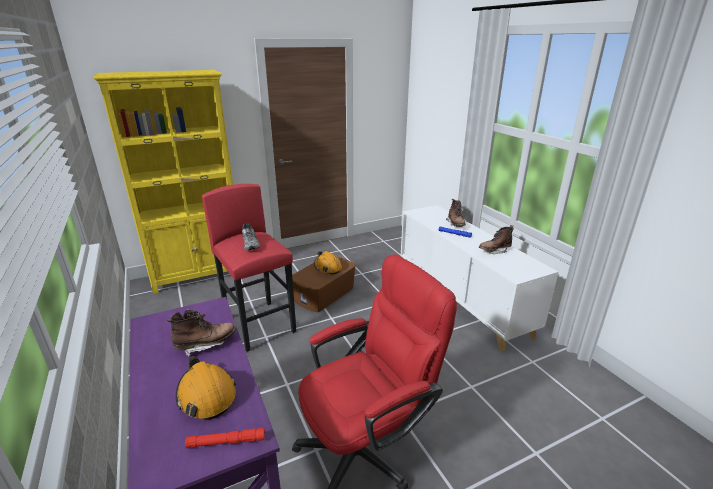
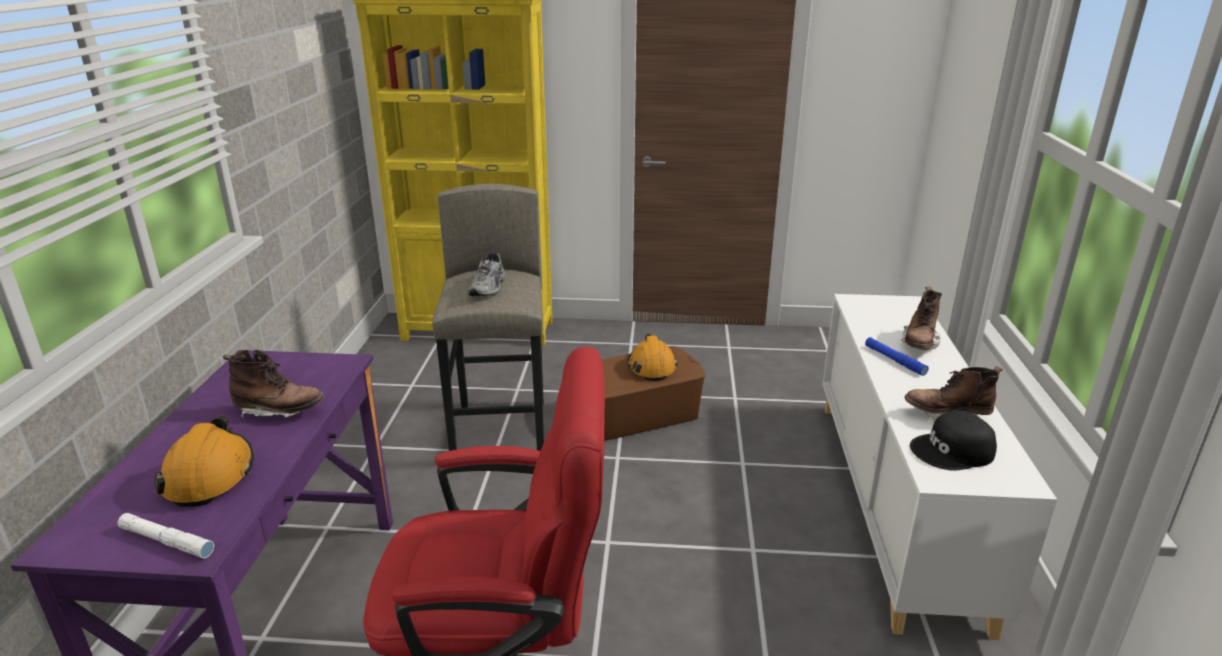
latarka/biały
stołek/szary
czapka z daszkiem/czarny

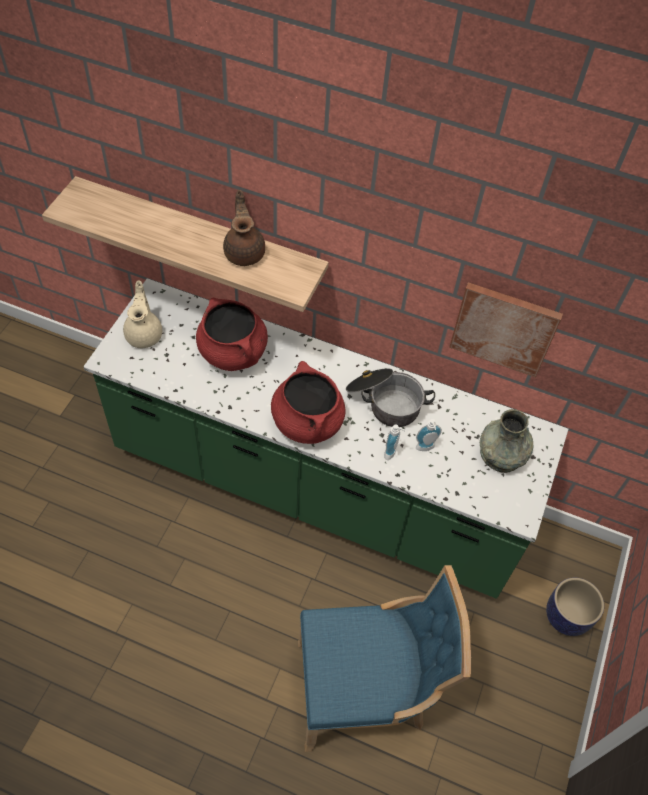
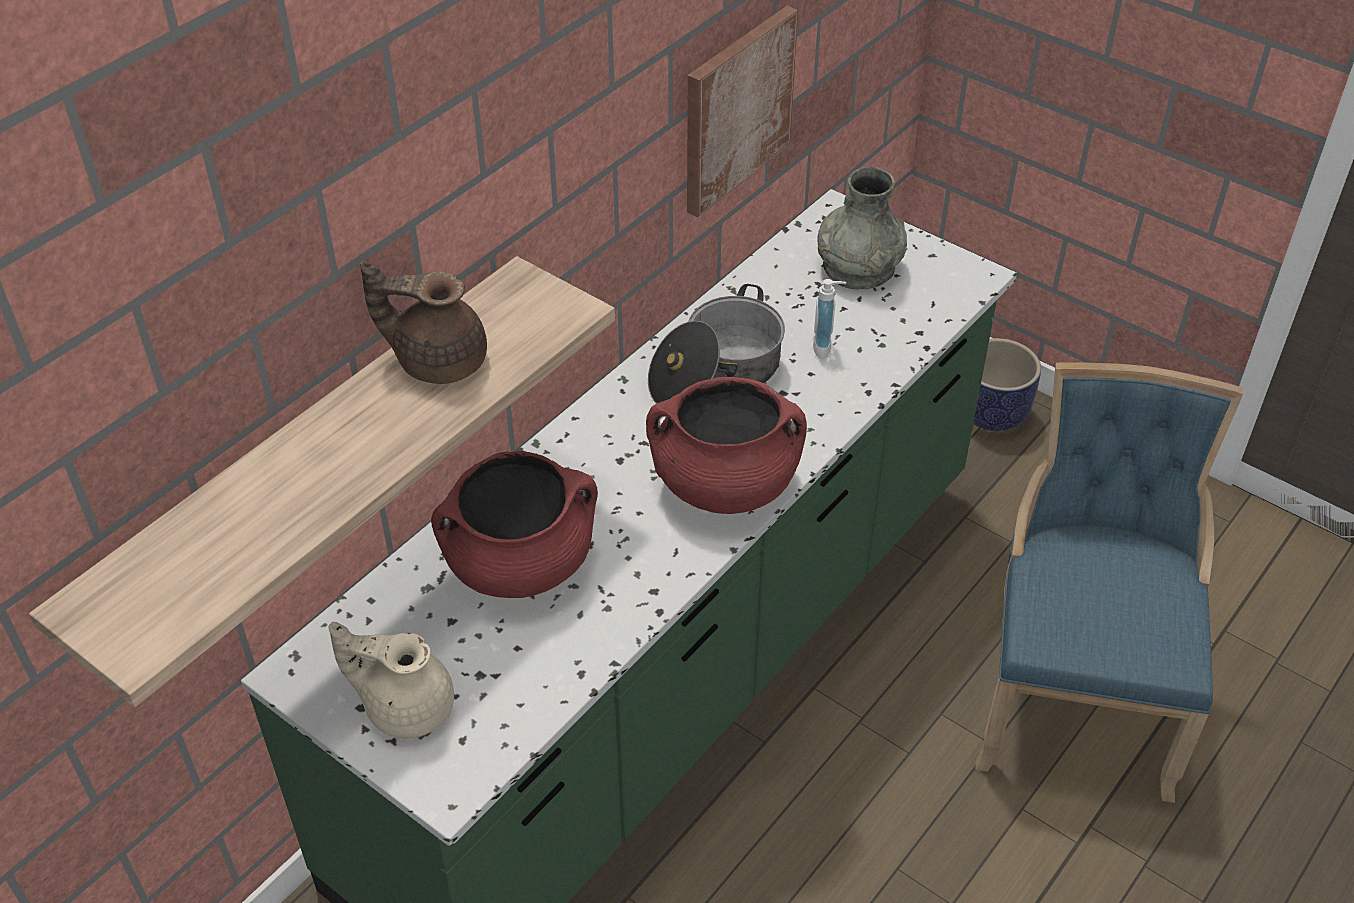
dozownik mydła (1st from left in the first image)

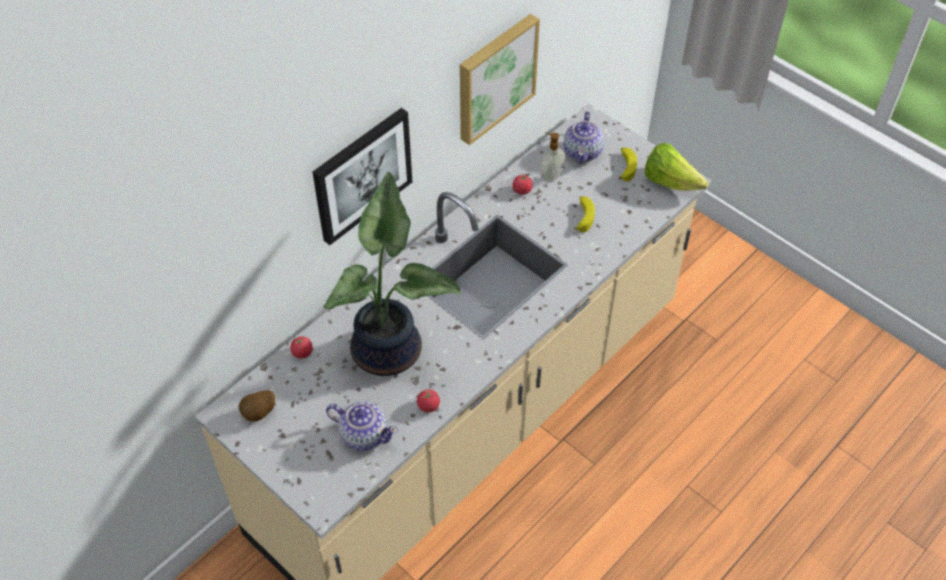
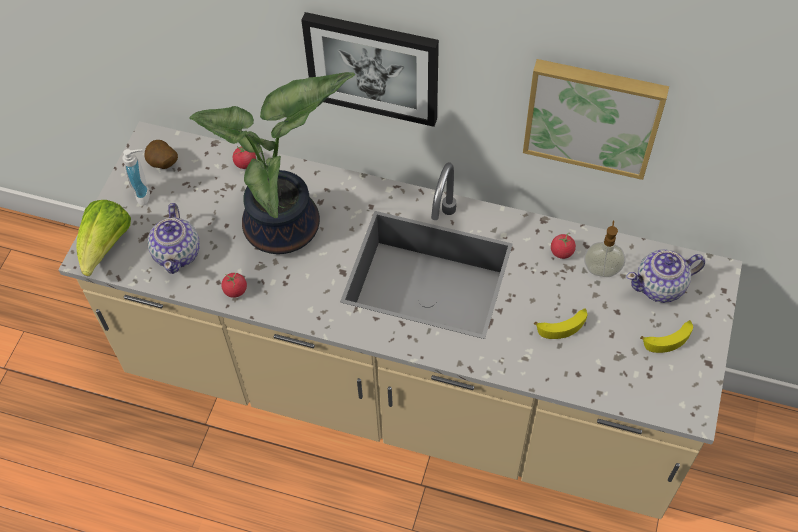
sałata
dozownik mydła (1st from left)

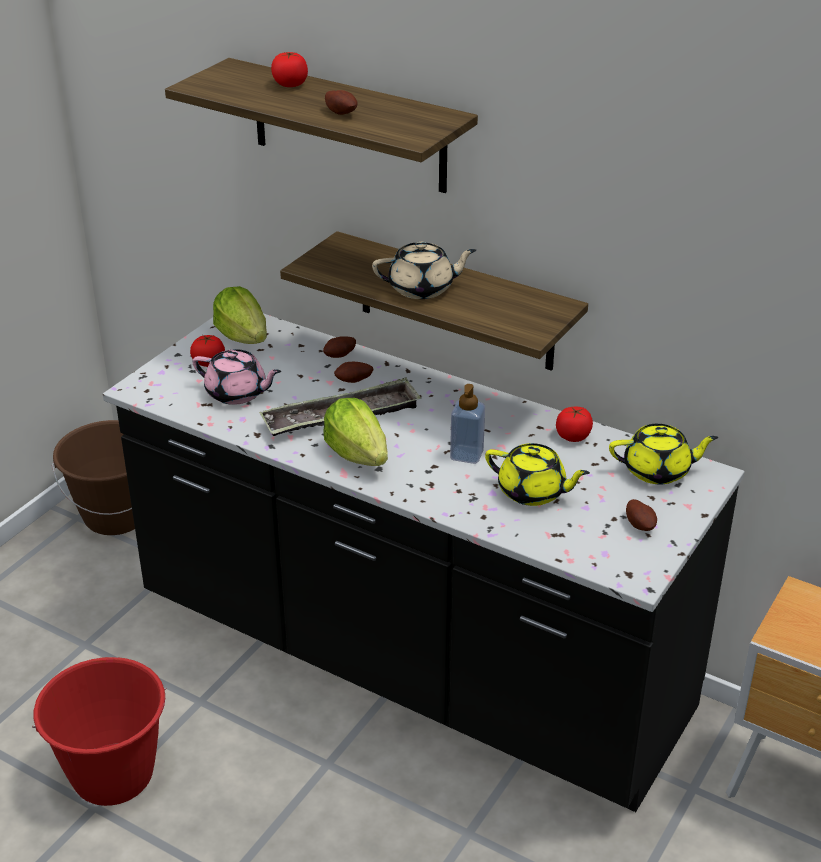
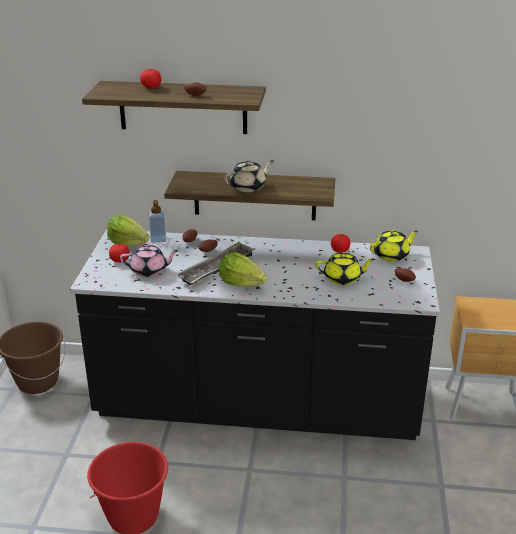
dozownik mydła

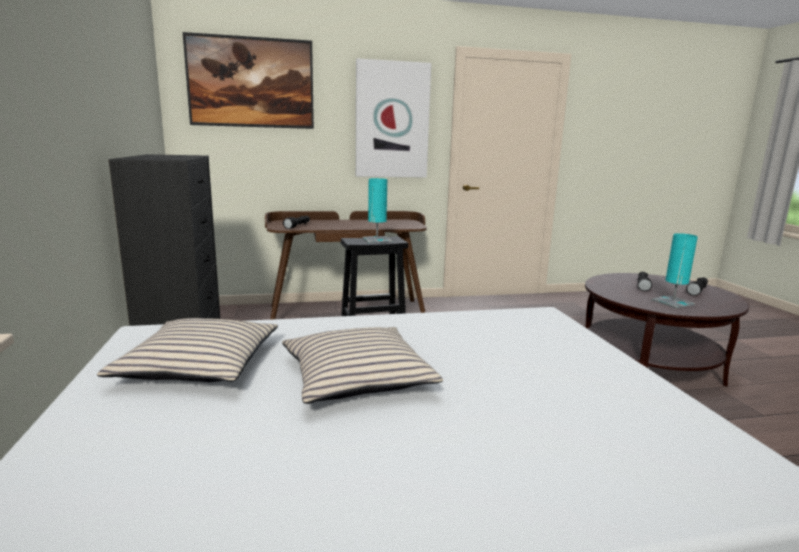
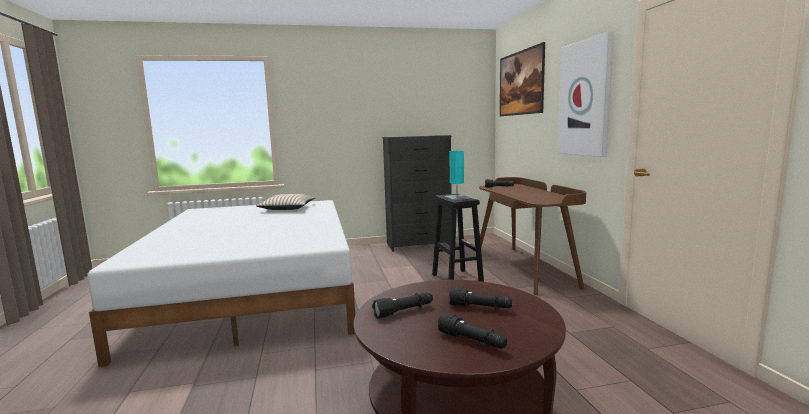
latarka/czarny (1st from left)
poduszka/beżowy (2nd from left in the first image)

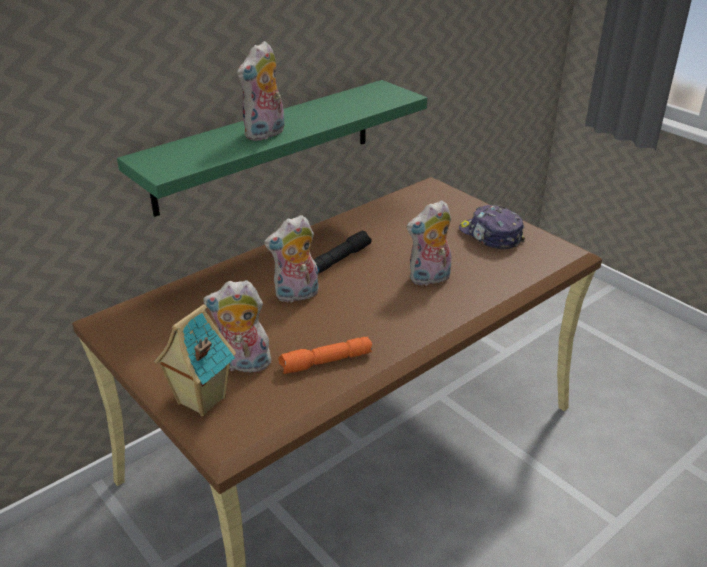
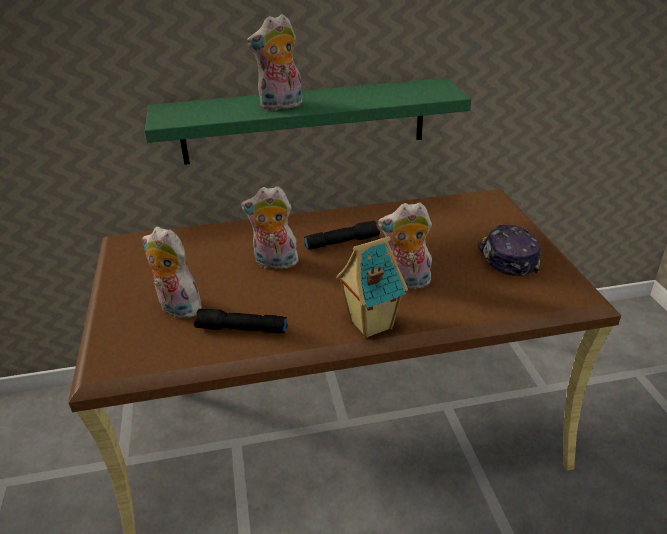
latarka/czarny (1st from left)
domek

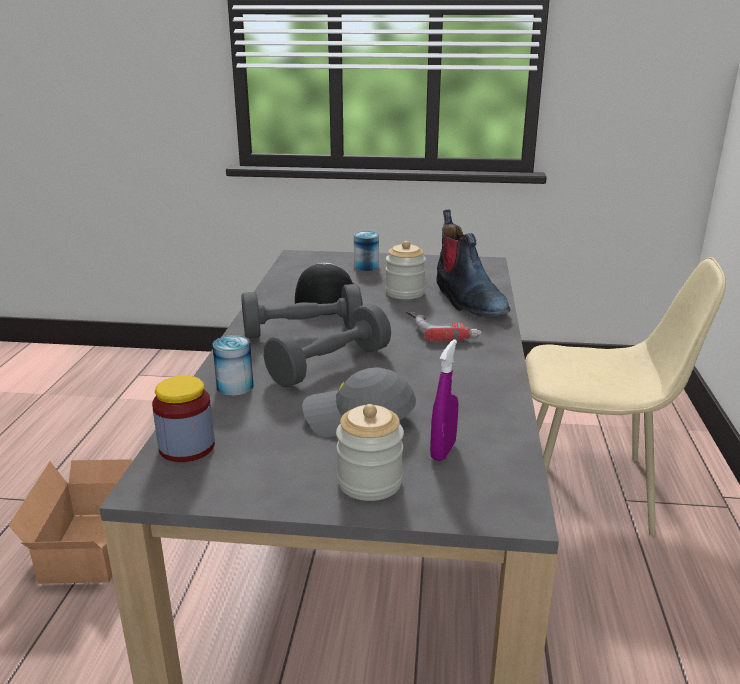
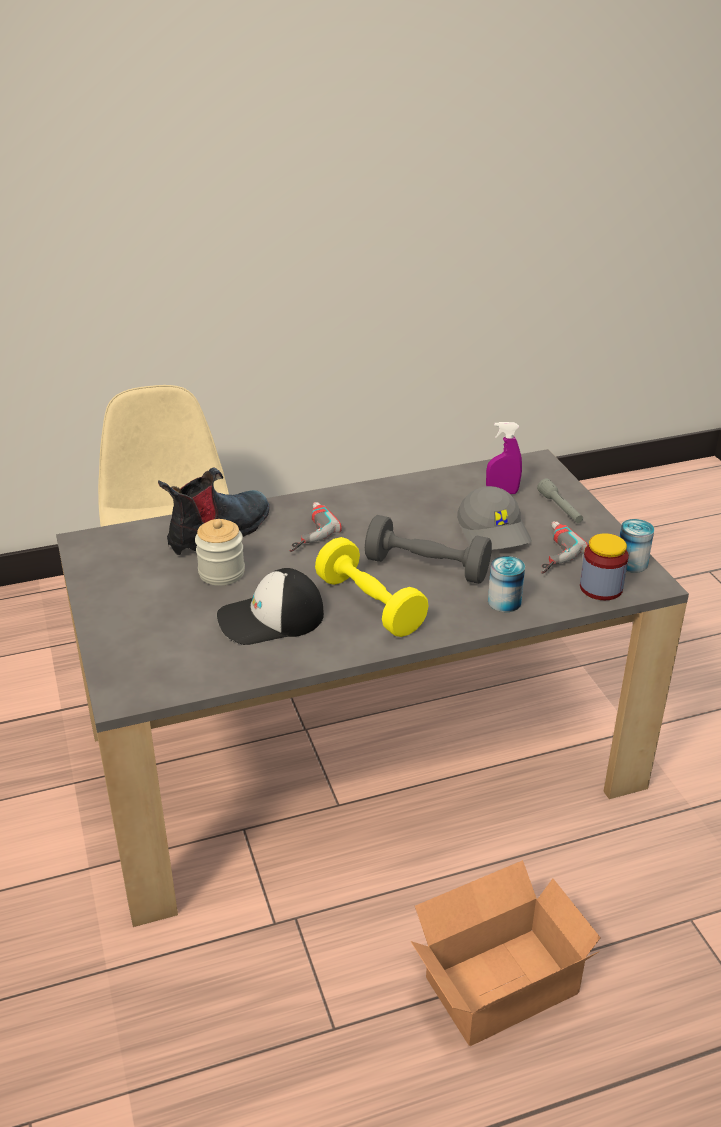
hantel/żółty
latarka/szary
wiertarka (2nd from left)
puszka (2nd from left)

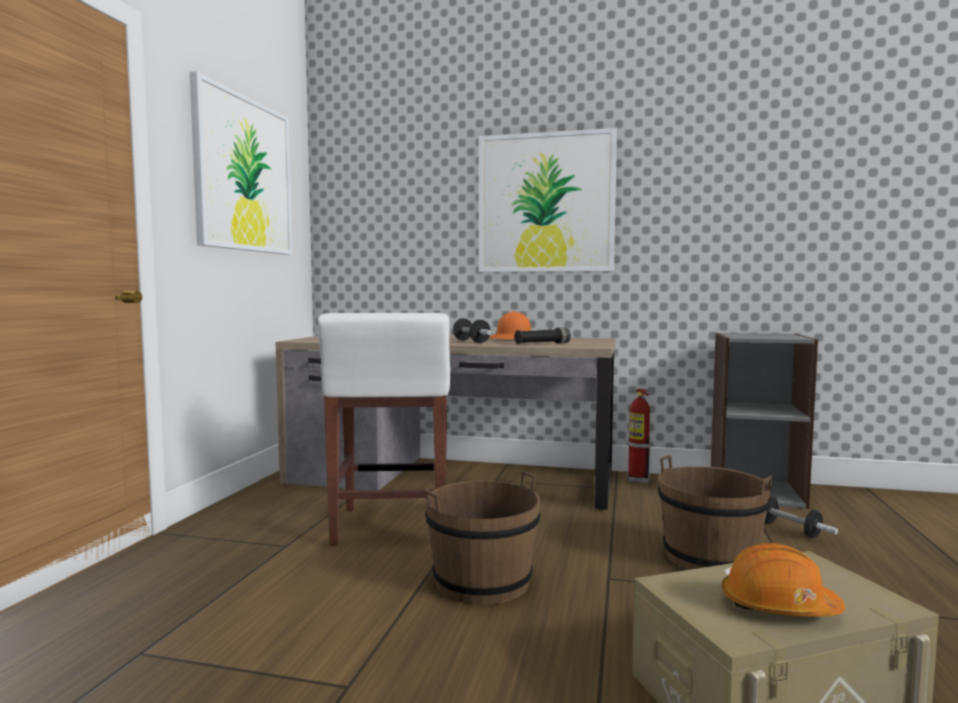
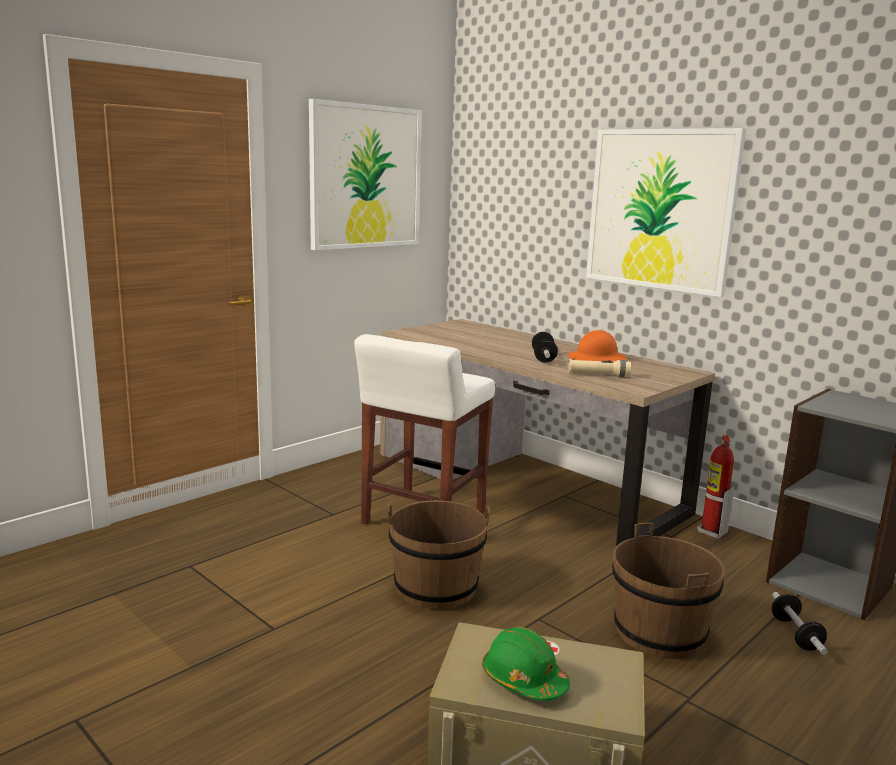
kask/zielony
latarka/beżowy

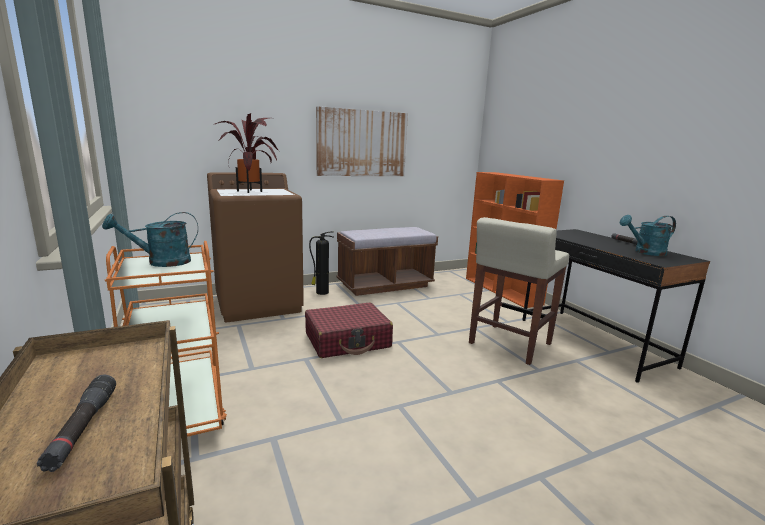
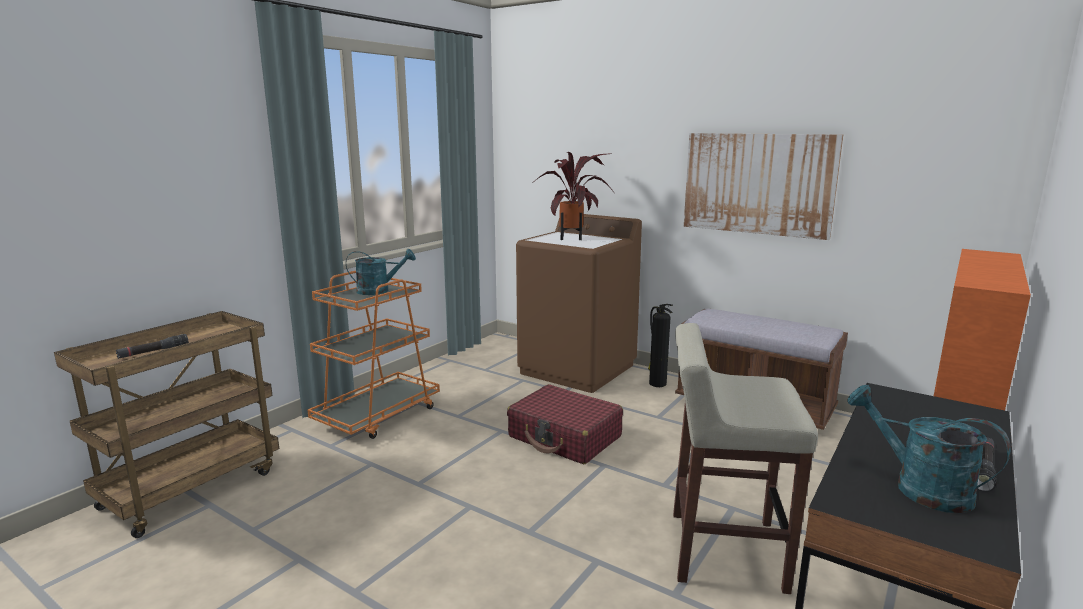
konewka/turkusowy (1st from left)

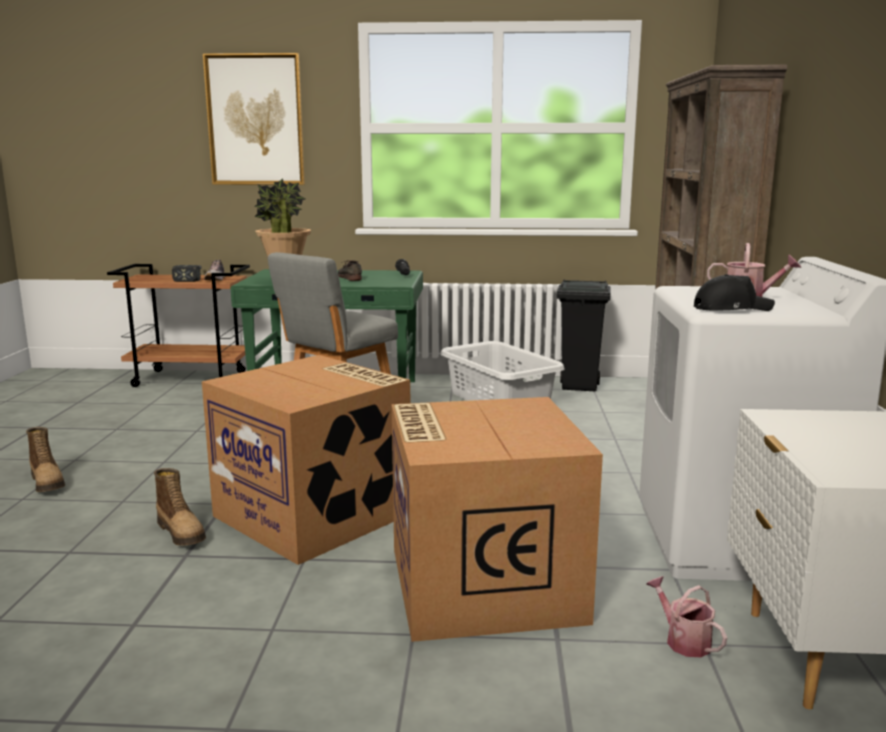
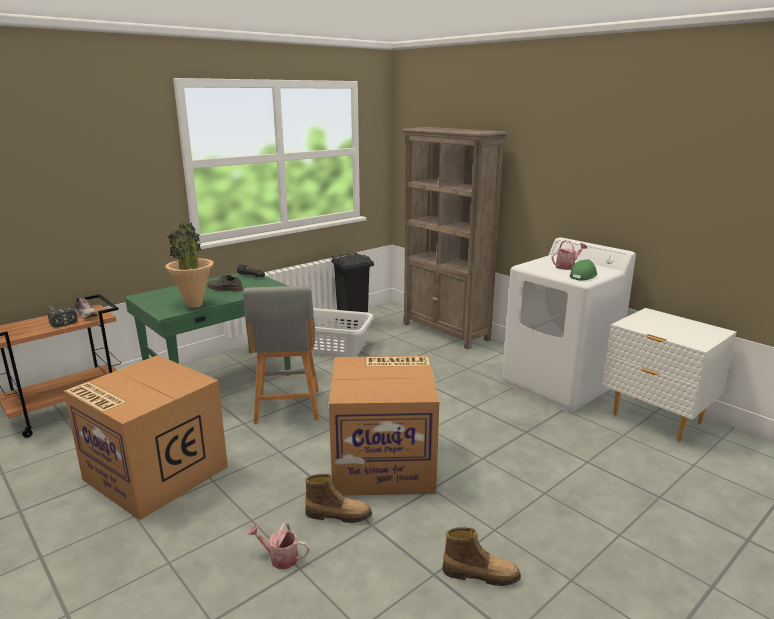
karton (1st from left)
konewka (1st from left)
but z cholewką (2nd from left)
czapka z daszkiem/zielony
obraz

